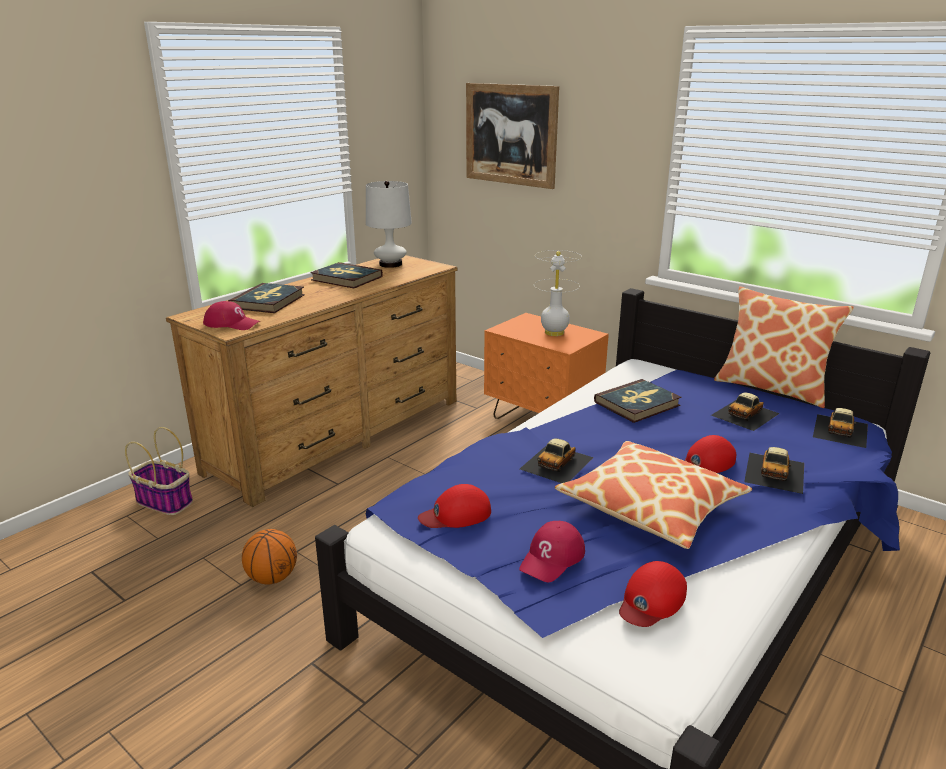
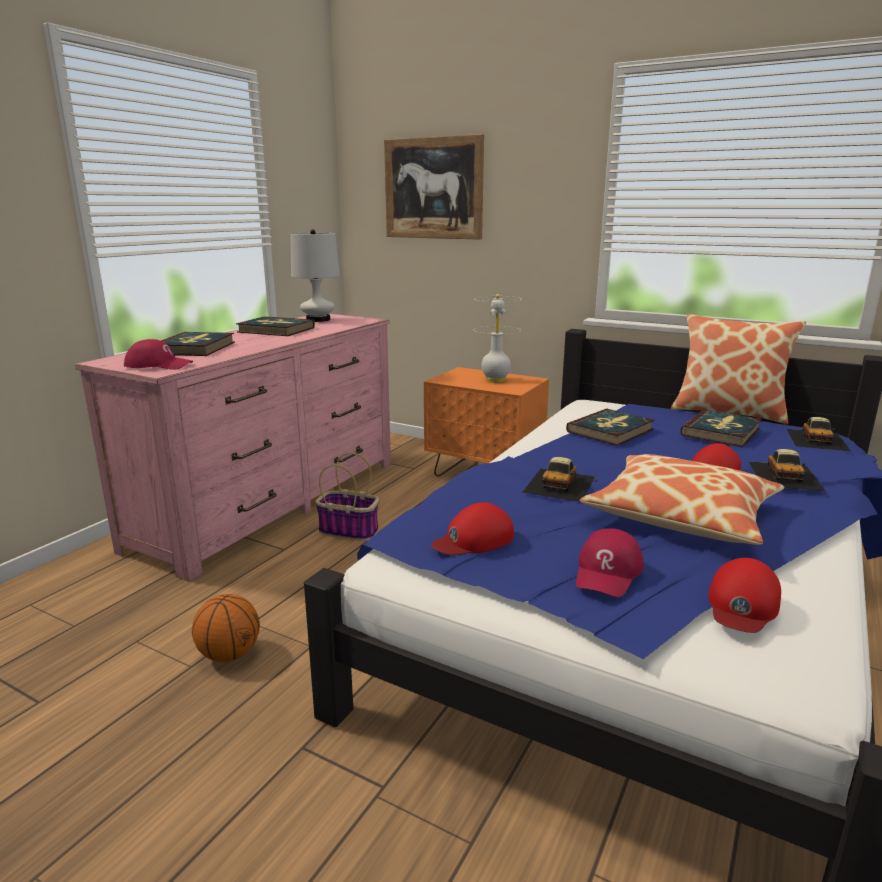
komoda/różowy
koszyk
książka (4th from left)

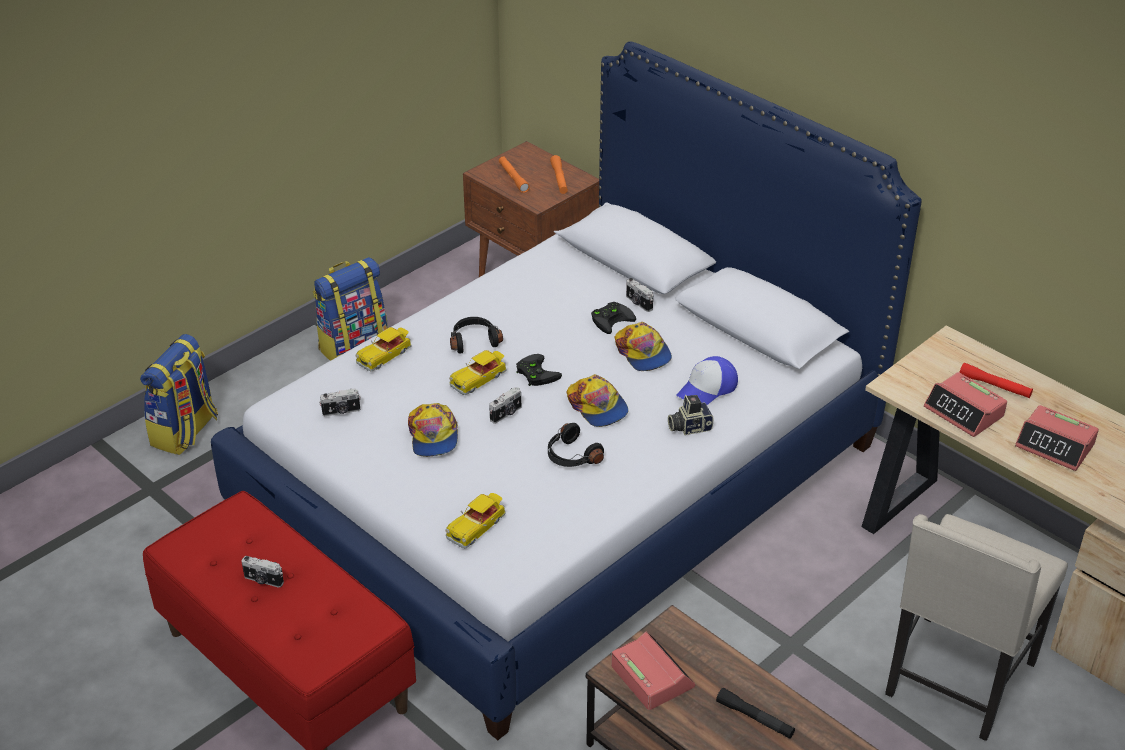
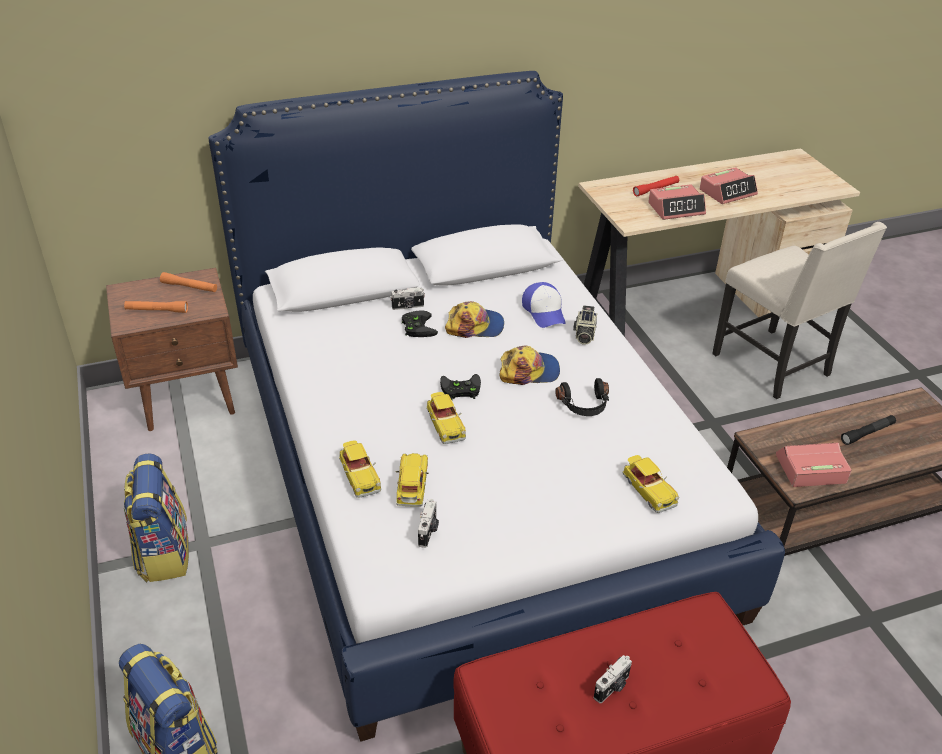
samochodzik (2nd from left)
czapka z daszkiem (1st from left in the first image)
słuchawki/czarny (1st from left in the first image)
aparat fotograficzny (3rd from left in the first image)

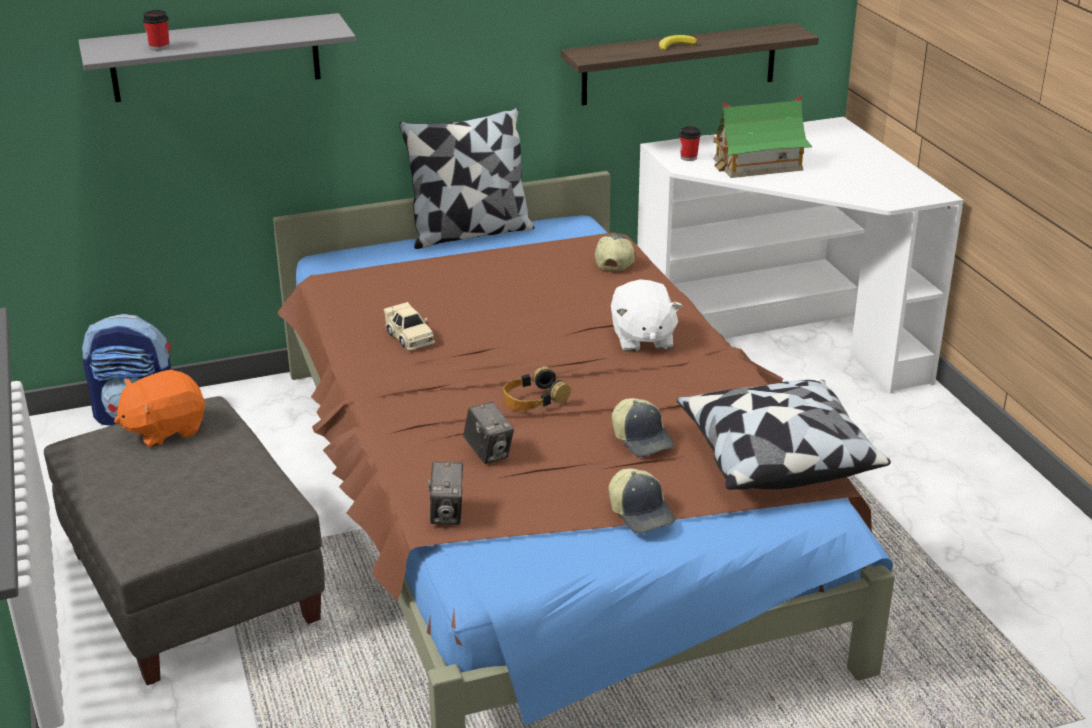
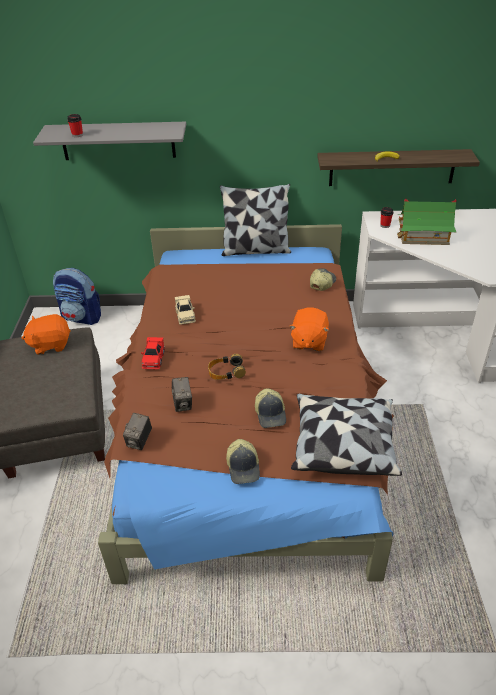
samochodzik/czerwony
pluszak/pomarańczowy (2nd from left)

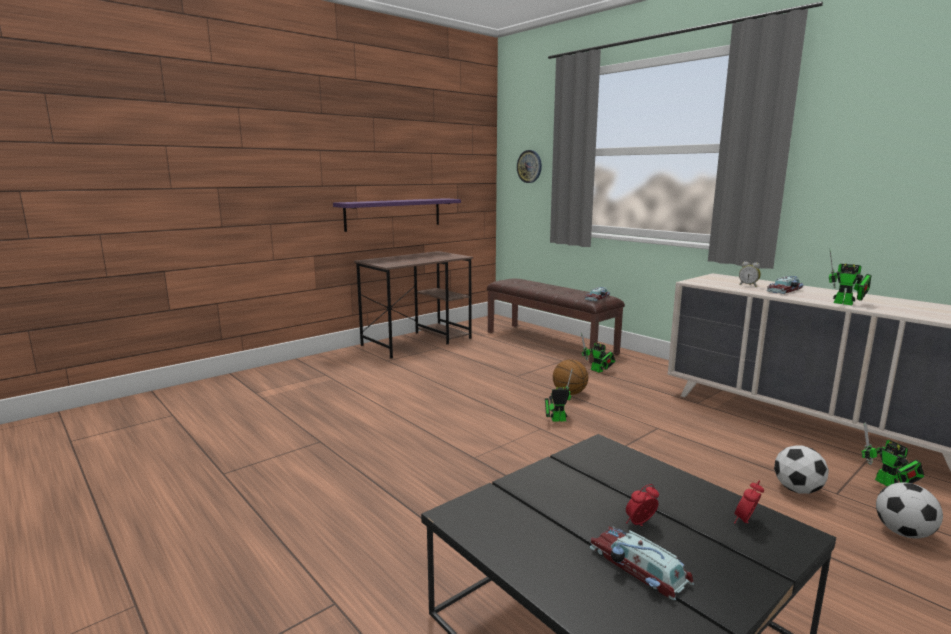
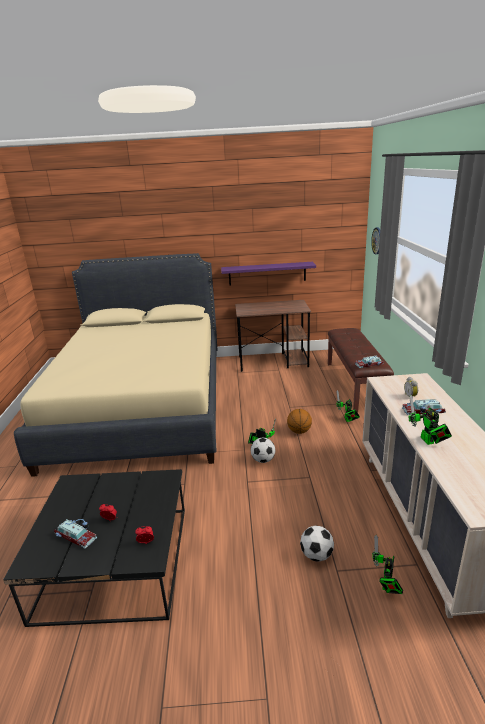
łóżko/beżowy
samochodzik (1st from left)
piłka futbolowa (1st from left)

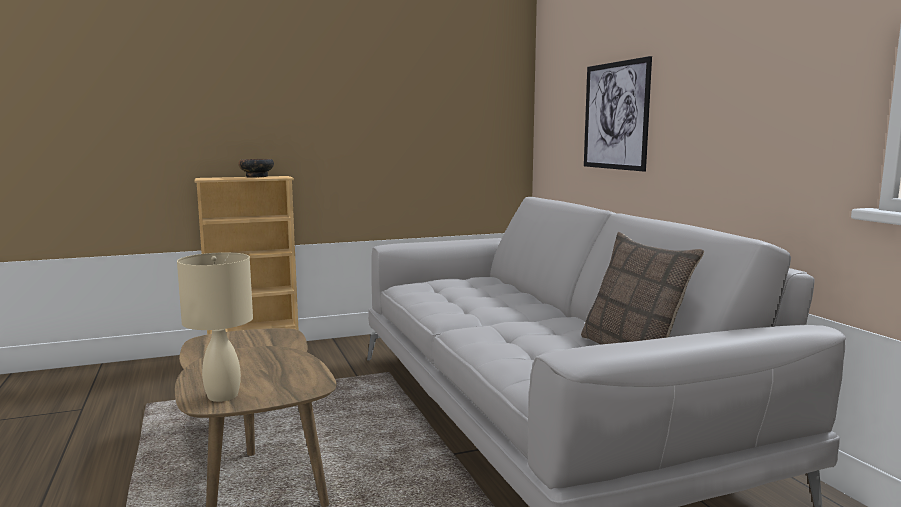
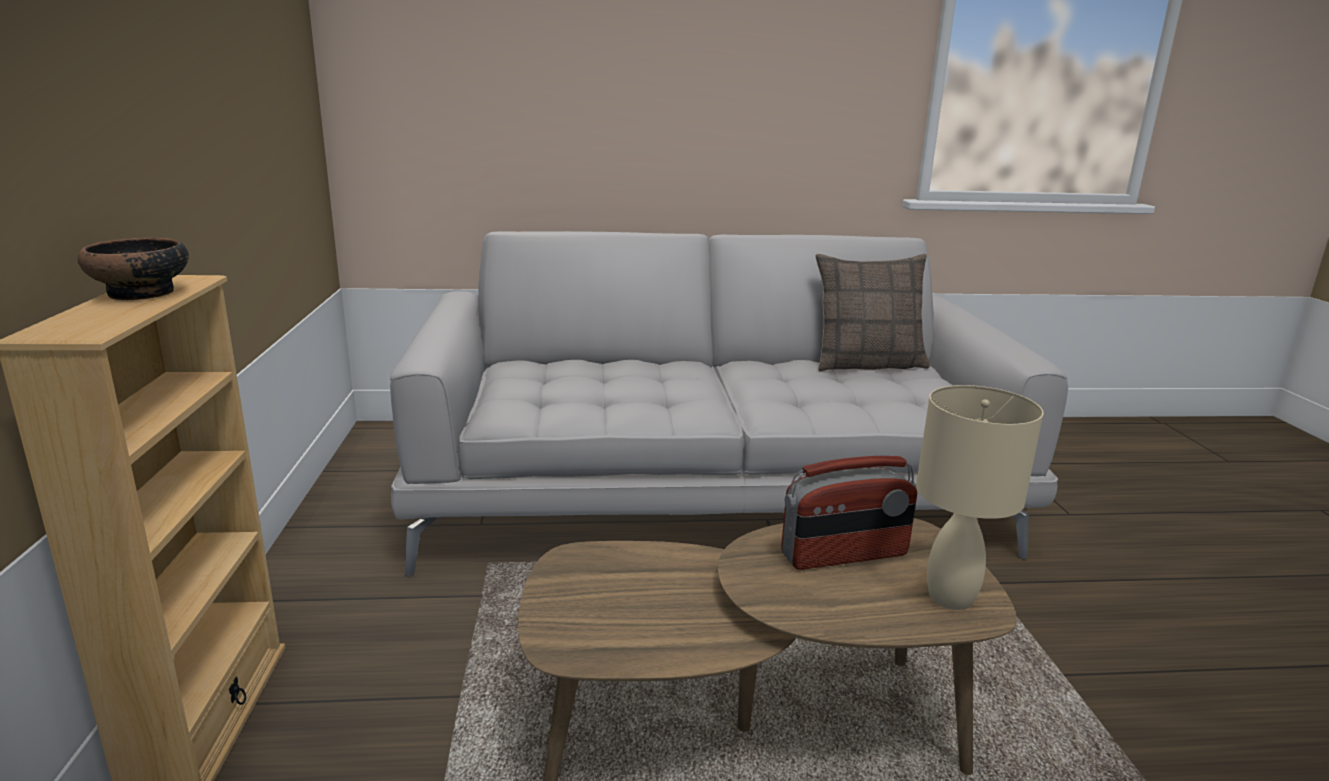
radio
obraz

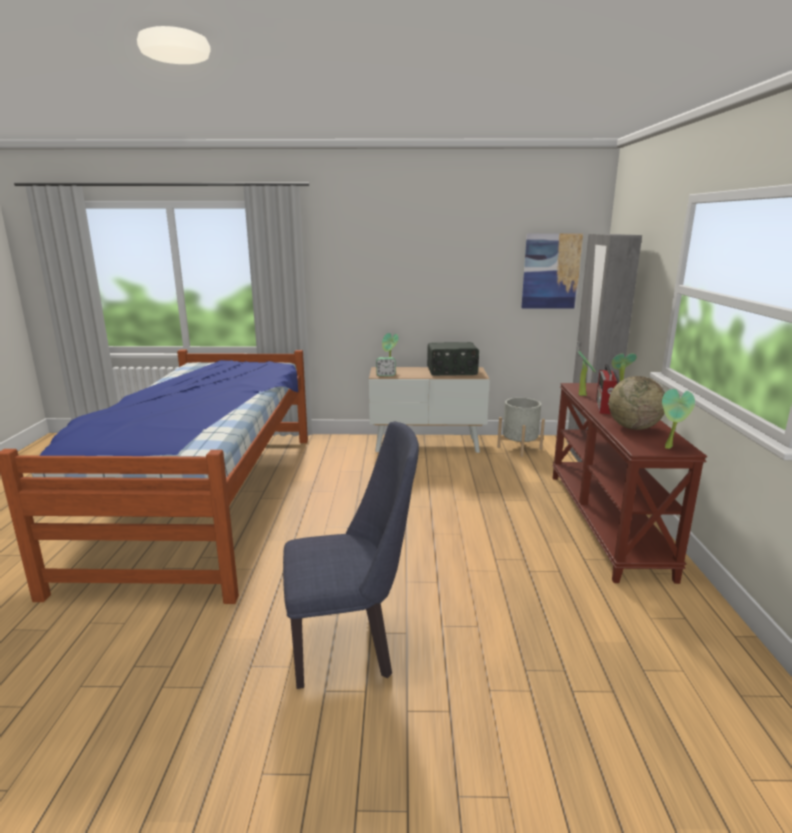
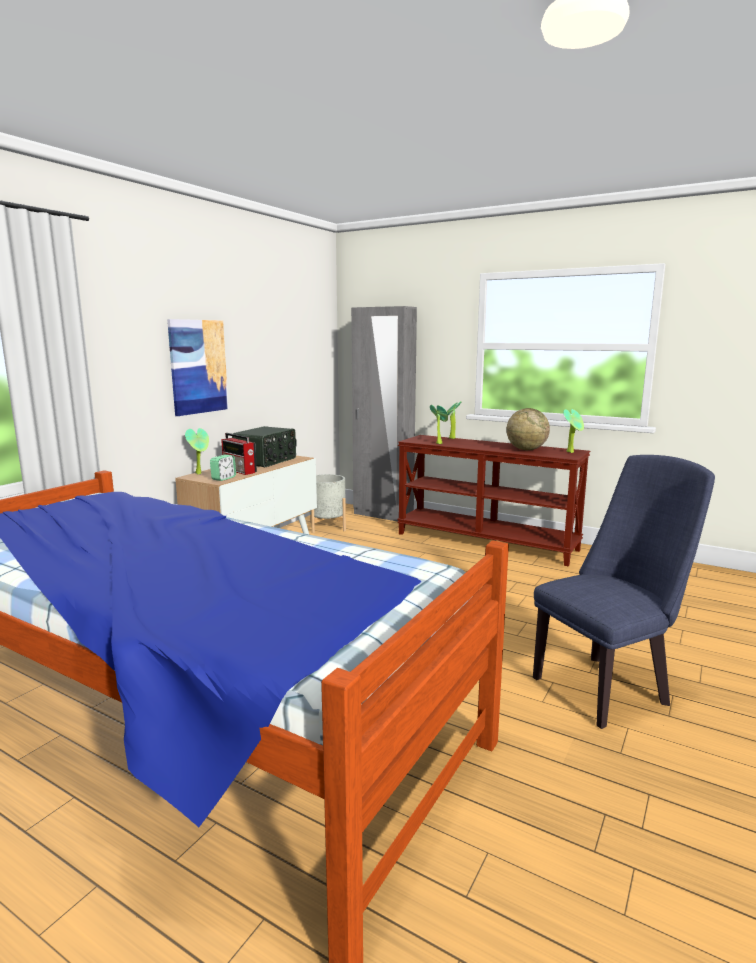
obraz
radio (1st from left)
krzesło/niebieski

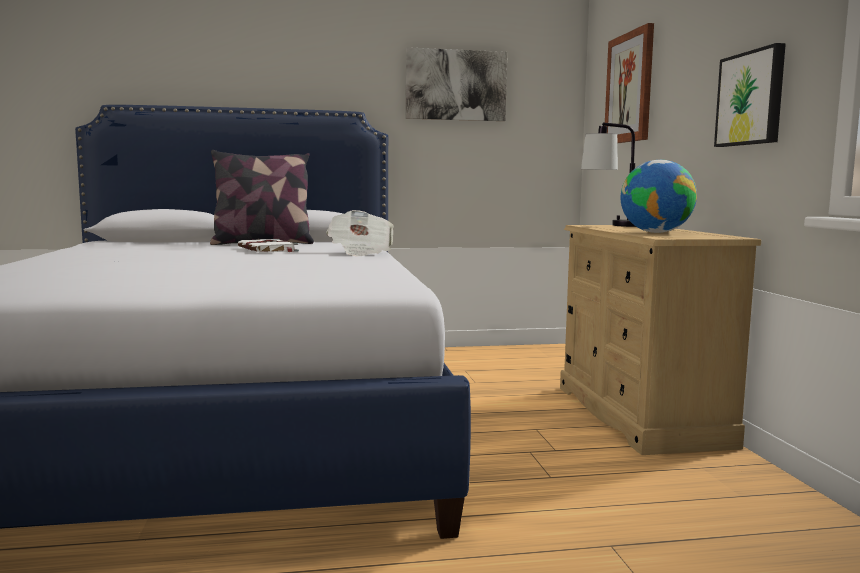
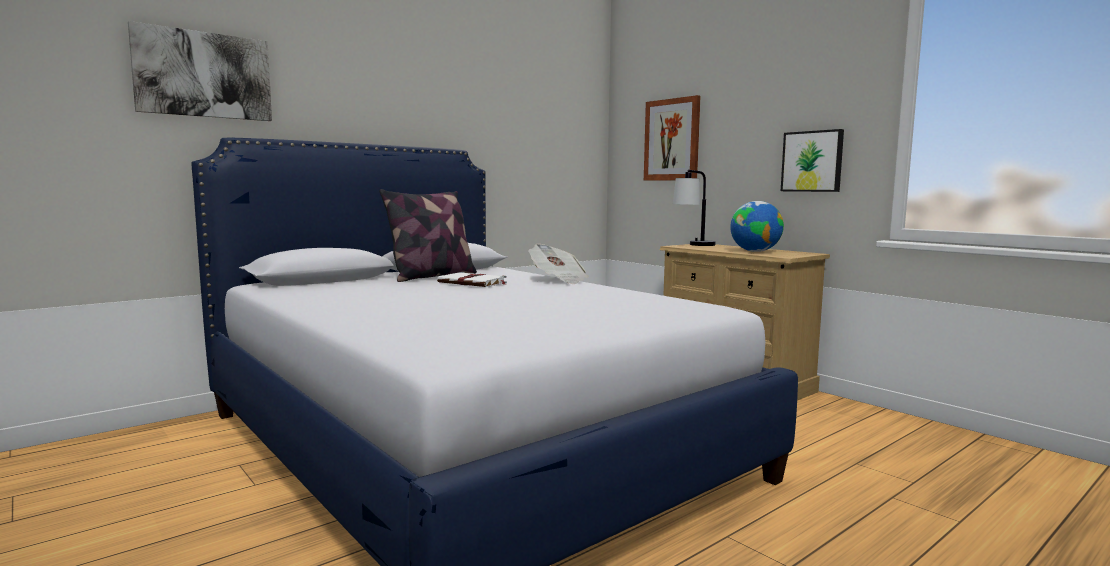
obraz (1st from left)

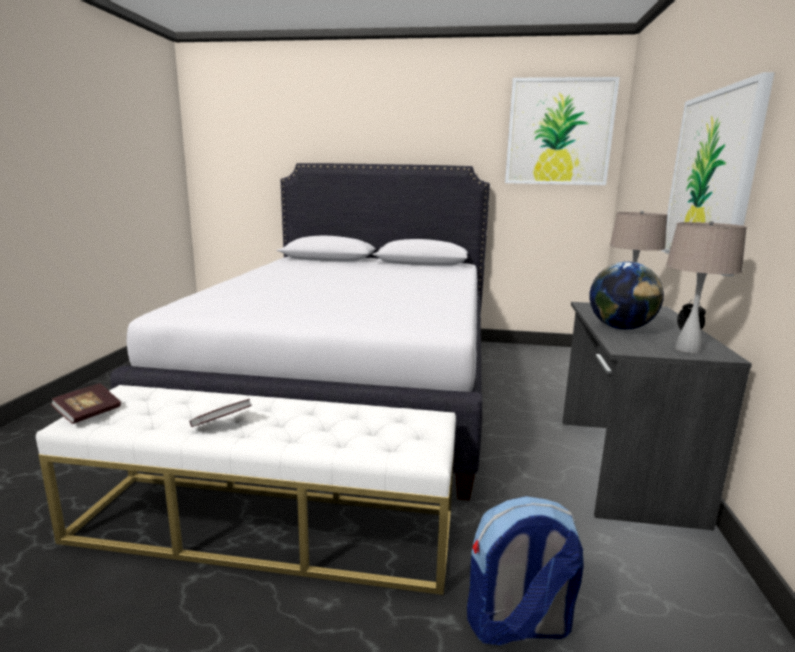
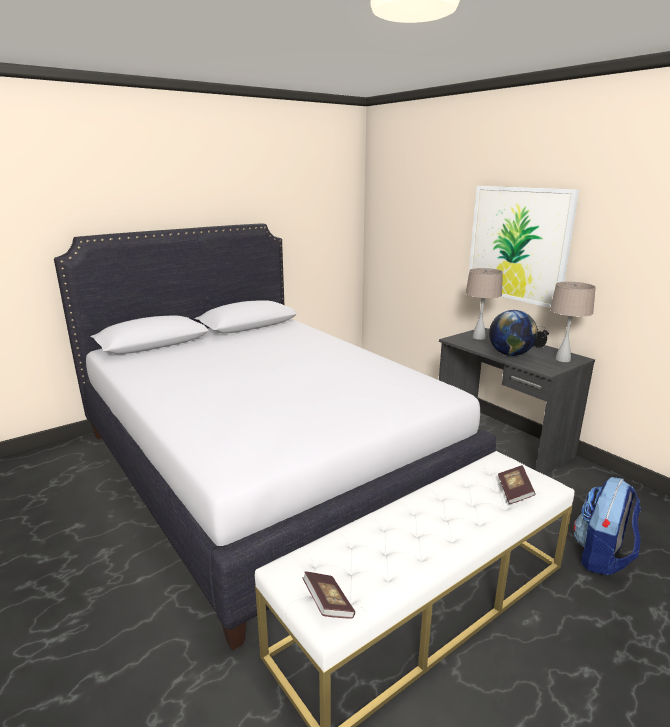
książka (2nd from left)
obraz (1st from left in the first image)

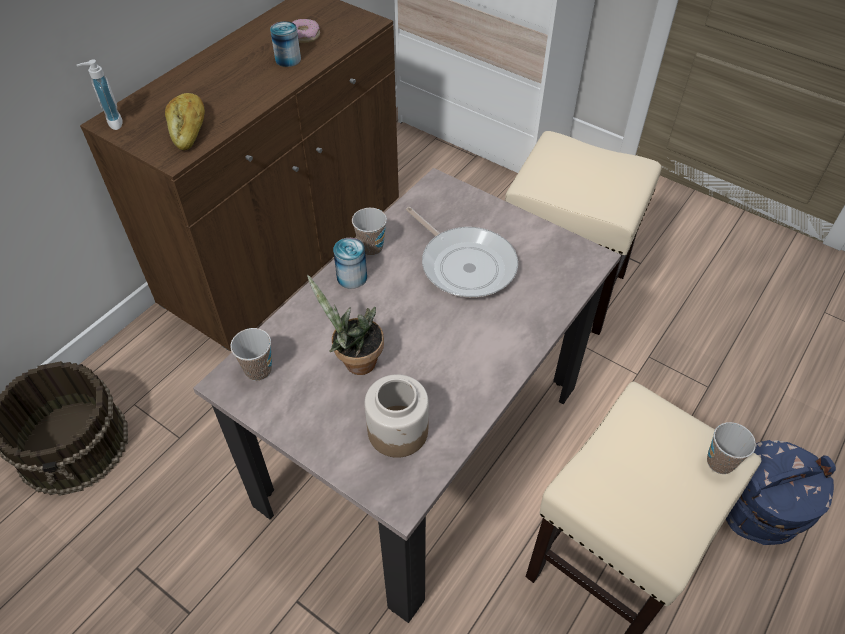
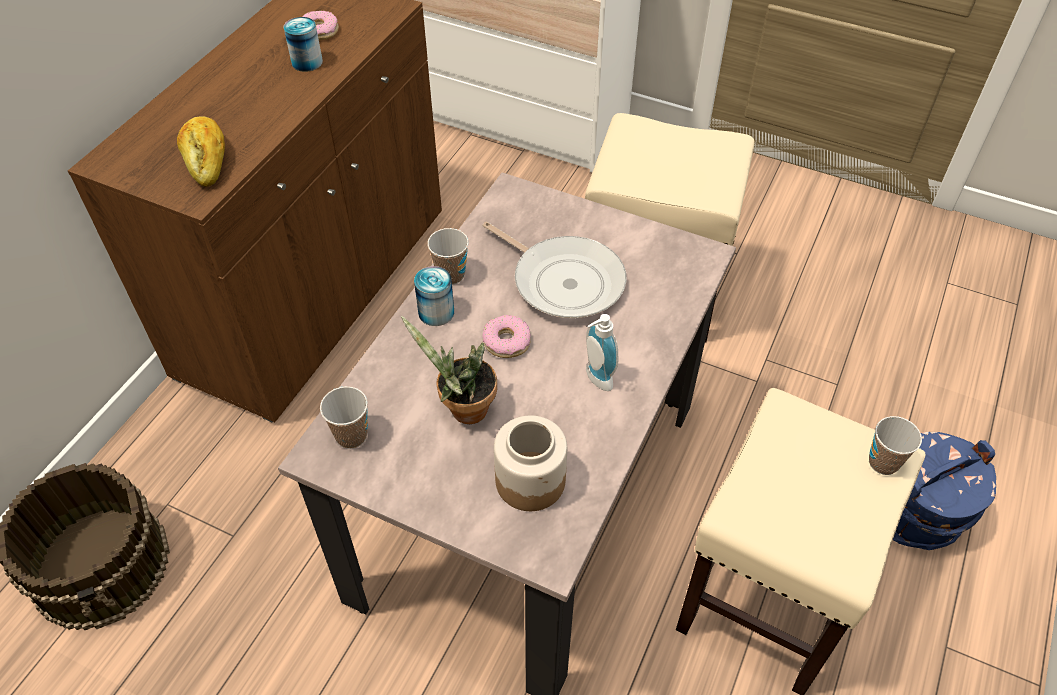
donut (2nd from left)
dozownik mydła

